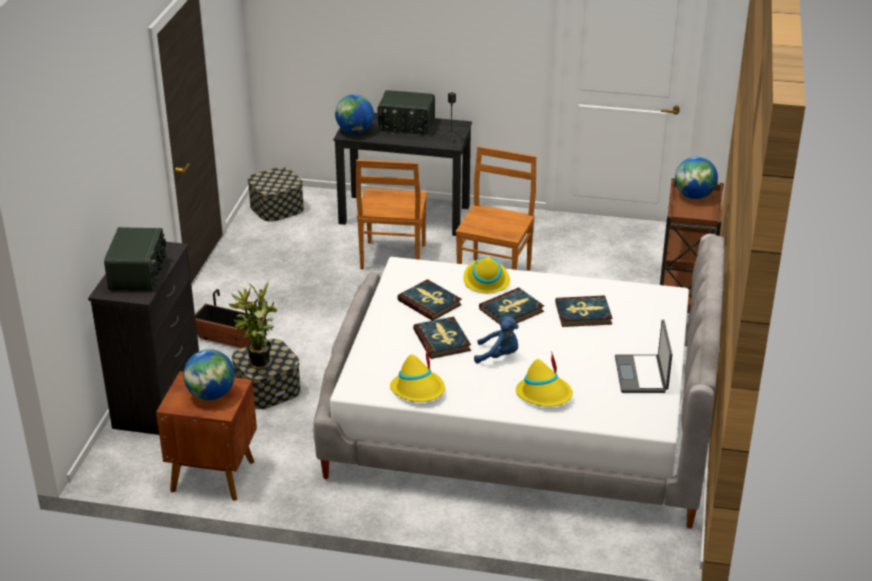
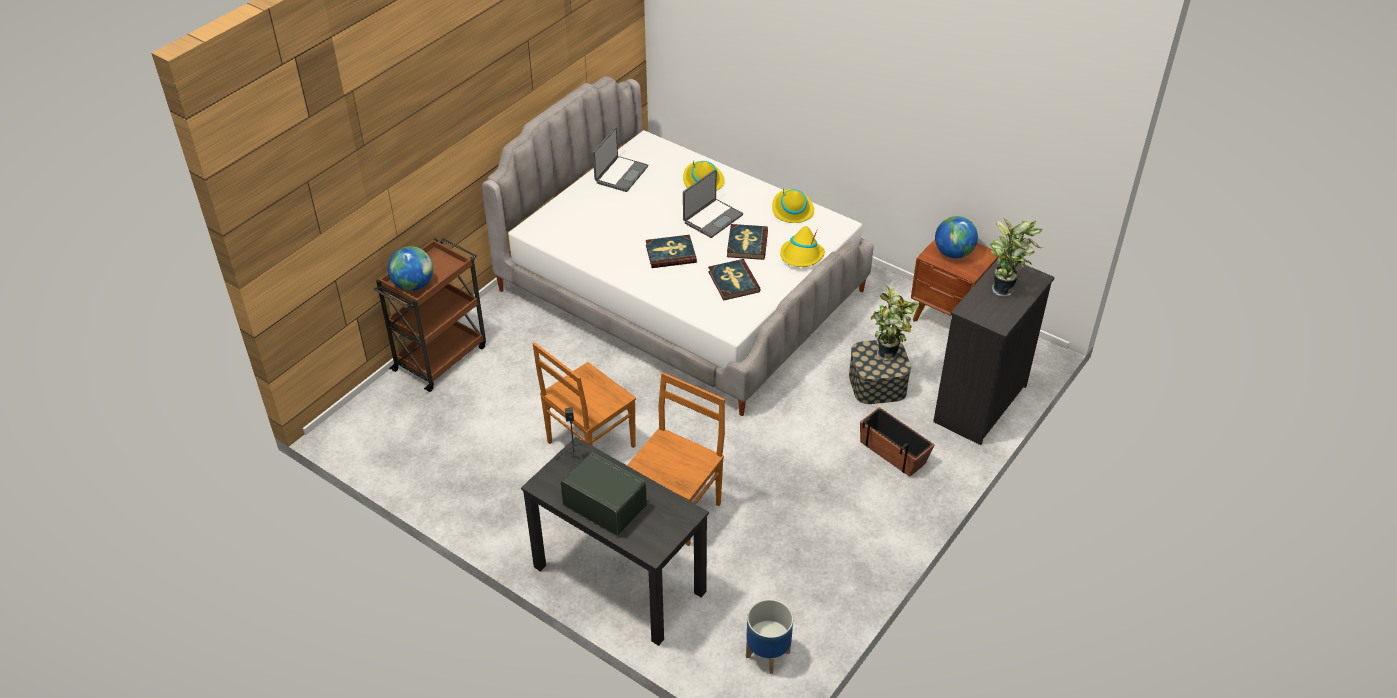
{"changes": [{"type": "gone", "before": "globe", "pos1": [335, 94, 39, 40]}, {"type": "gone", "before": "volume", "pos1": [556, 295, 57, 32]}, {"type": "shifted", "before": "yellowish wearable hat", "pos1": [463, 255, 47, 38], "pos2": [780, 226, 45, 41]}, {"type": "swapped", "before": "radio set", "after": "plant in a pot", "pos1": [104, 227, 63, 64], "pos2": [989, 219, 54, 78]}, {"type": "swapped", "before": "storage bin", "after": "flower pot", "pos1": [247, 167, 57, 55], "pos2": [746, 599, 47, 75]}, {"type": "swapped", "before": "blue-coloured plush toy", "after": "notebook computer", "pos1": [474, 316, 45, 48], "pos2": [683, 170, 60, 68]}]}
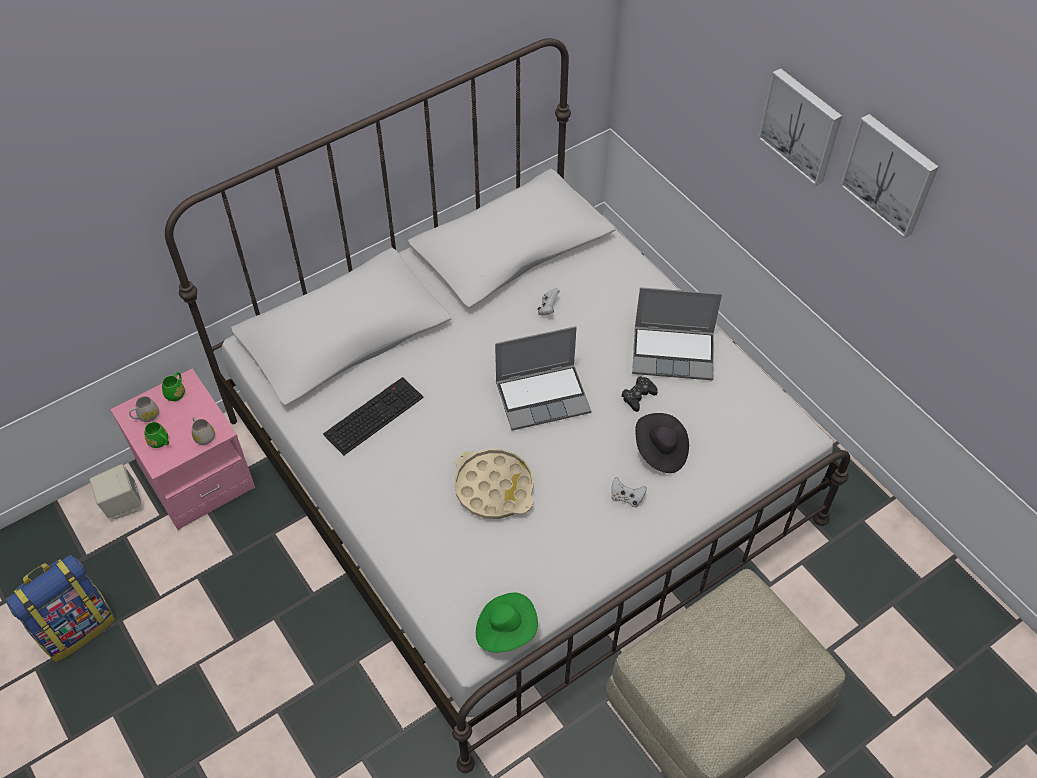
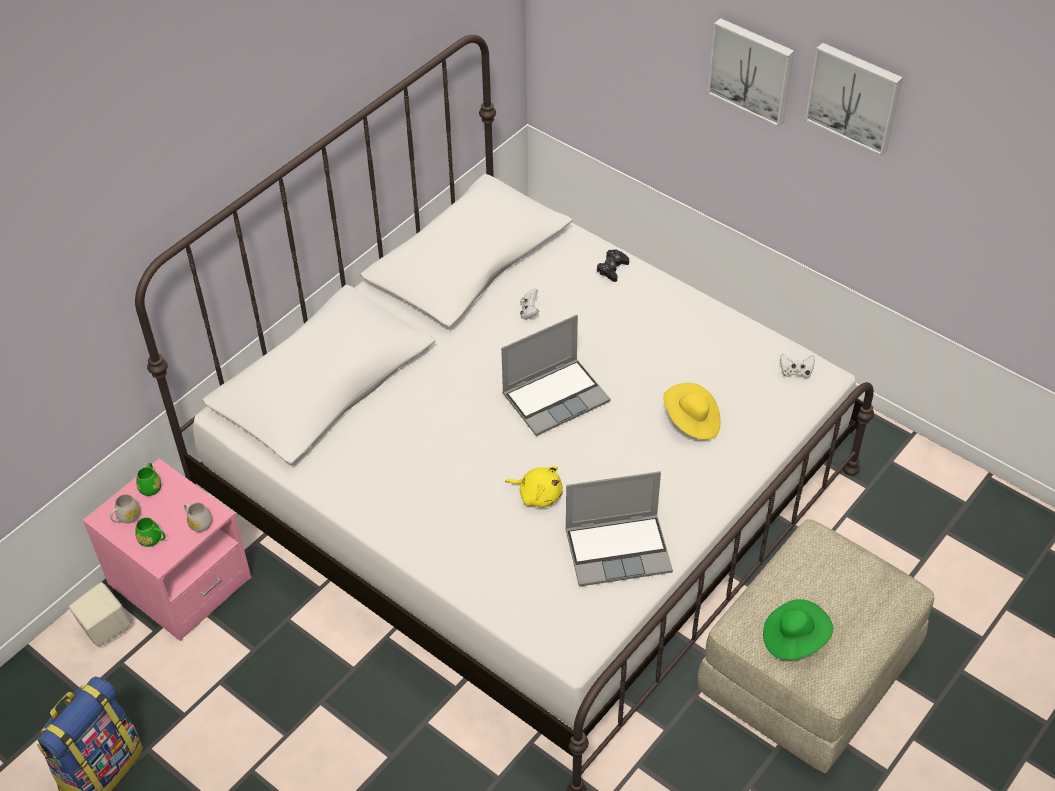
{"changes": [{"type": "gone", "before": "PC keyboard", "pos1": [323, 377, 101, 78]}, {"type": "shifted", "before": "green-coloured wearable hat", "pos1": [476, 593, 62, 60], "pos2": [763, 599, 70, 61]}, {"type": "shifted", "before": "whitish joypad", "pos1": [611, 477, 36, 30], "pos2": [780, 353, 35, 25]}, {"type": "shifted", "before": "black-coloured joypad", "pos1": [621, 376, 37, 36], "pos2": [597, 249, 32, 33]}, {"type": "shifted", "before": "notebook computer", "pos1": [632, 287, 90, 93], "pos2": [565, 471, 108, 116]}, {"type": "swapped", "before": "sand-coloured tray", "after": "yellowish plush toy", "pos1": [454, 449, 80, 70], "pos2": [505, 466, 58, 41]}, {"type": "repainted", "before": "black-coloured wearable hat", "after": "yellowish wearable hat", "pos1": [635, 413, 54, 60], "pos2": [663, 383, 58, 57]}]}
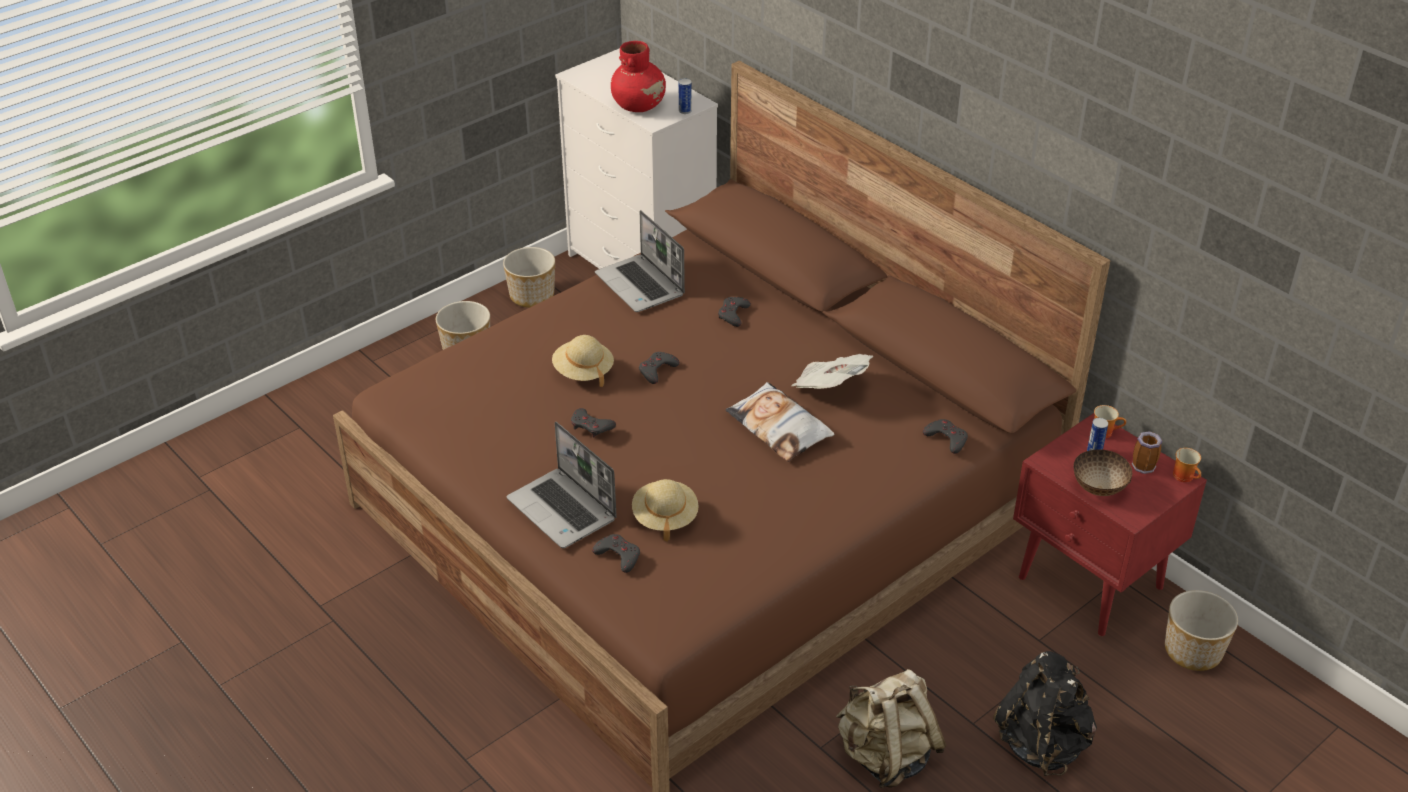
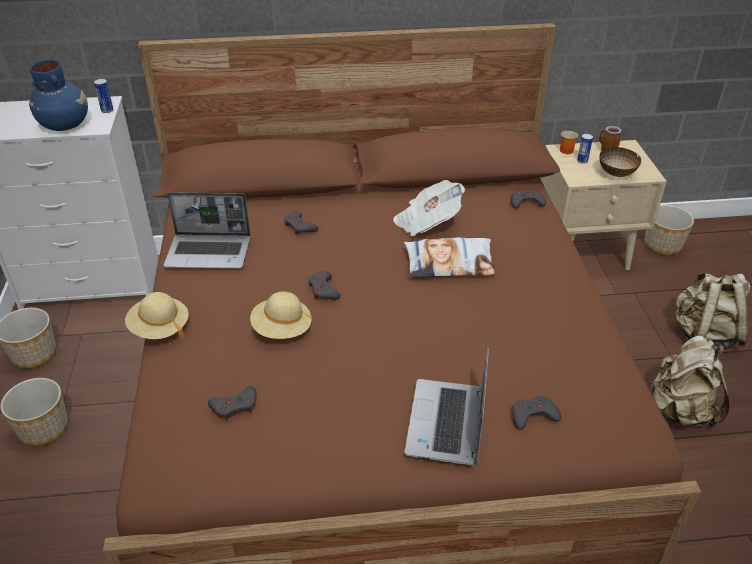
{"changes": [{"type": "gone", "before": "tea mug", "pos1": [1173, 448, 28, 34]}, {"type": "shifted", "before": "gray joypad", "pos1": [571, 408, 45, 29], "pos2": [208, 386, 49, 34]}, {"type": "shifted", "before": "sand-coloured wearable hat", "pos1": [632, 479, 67, 63], "pos2": [125, 292, 64, 48]}, {"type": "repainted", "before": "reddish decorative vase", "after": "blue-coloured decorative vase", "pos1": [611, 41, 55, 71], "pos2": [29, 60, 59, 71]}, {"type": "repainted", "before": "black-coloured backpack", "after": "sand-coloured backpack", "pos1": [993, 651, 104, 125], "pos2": [675, 272, 75, 78]}, {"type": "repainted", "before": "reddish night table", "after": "sand-coloured night table", "pos1": [1013, 413, 194, 223], "pos2": [540, 140, 127, 130]}, {"type": "rotated", "before": "notebook computer", "pos1": [507, 422, 110, 126], "pos2": [404, 343, 85, 123], "turn": 105}]}
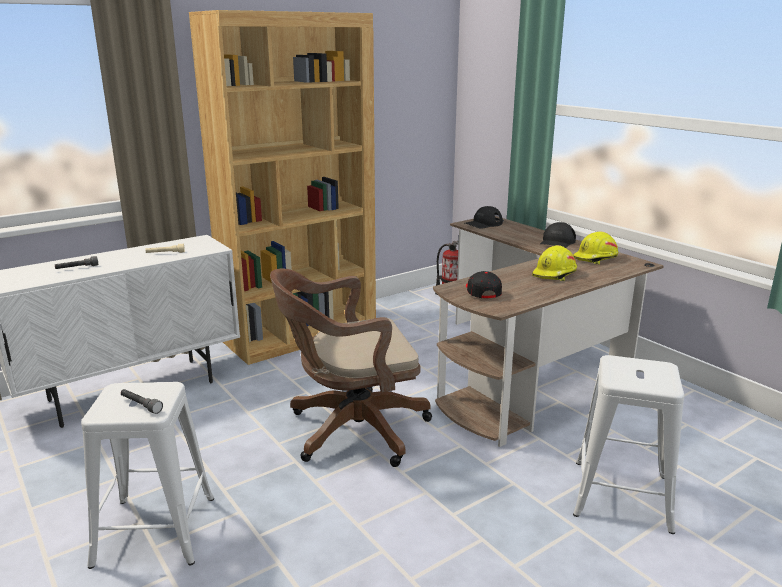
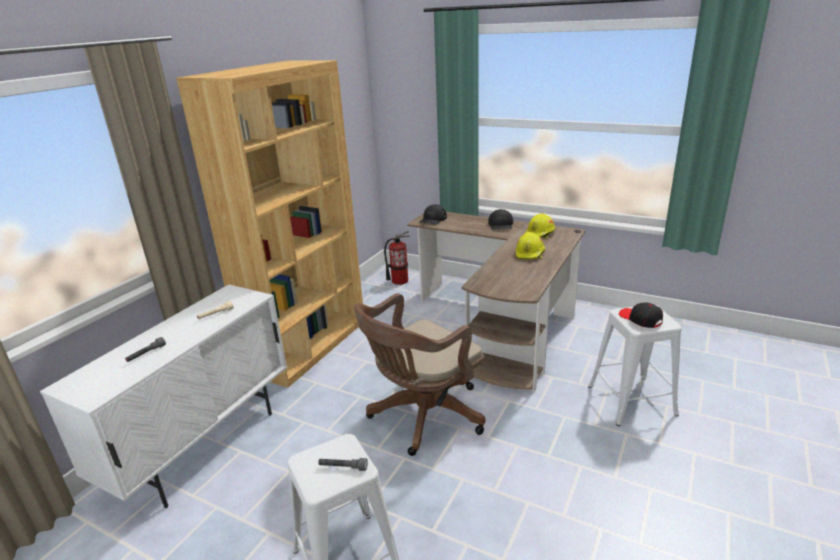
{"changes": [{"type": "shifted", "before": "black-coloured cap", "pos1": [466, 271, 36, 27], "pos2": [619, 302, 44, 26]}]}
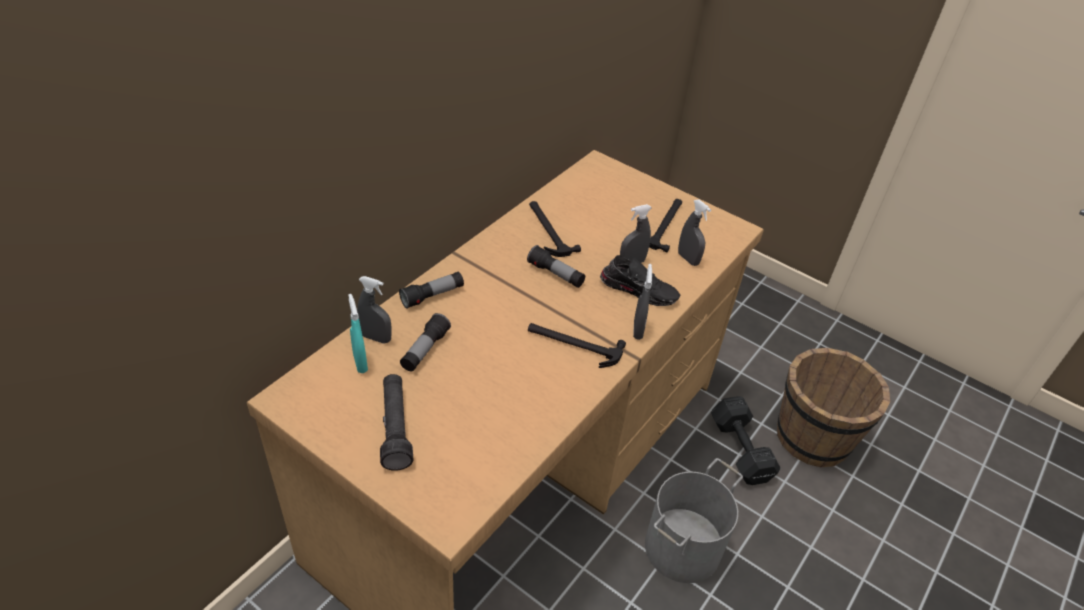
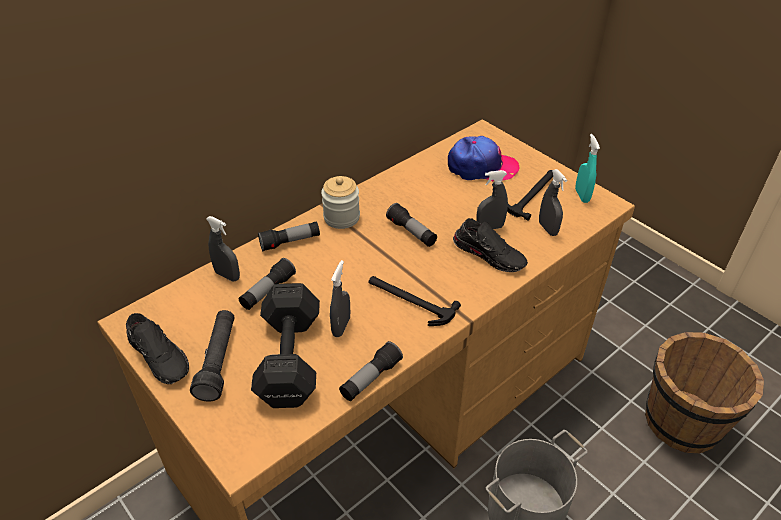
{"changes": [{"type": "gone", "before": "hammer", "pos1": [529, 201, 52, 56]}, {"type": "new", "after": "black-coloured shoe", "pos2": [126, 313, 63, 71]}, {"type": "new", "after": "preserve jar", "pos2": [321, 176, 39, 53]}, {"type": "new", "after": "hand torch", "pos2": [339, 341, 64, 60]}, {"type": "new", "after": "cap", "pos2": [448, 136, 71, 46]}, {"type": "shifted", "before": "turquoise-coloured spray bottle", "pos1": [348, 294, 20, 79], "pos2": [575, 134, 25, 69]}, {"type": "shifted", "before": "gray spray bottle", "pos1": [633, 264, 19, 76], "pos2": [330, 260, 20, 77]}, {"type": "shifted", "before": "black-coloured hand weight", "pos1": [711, 396, 70, 89], "pos2": [251, 283, 69, 125]}]}
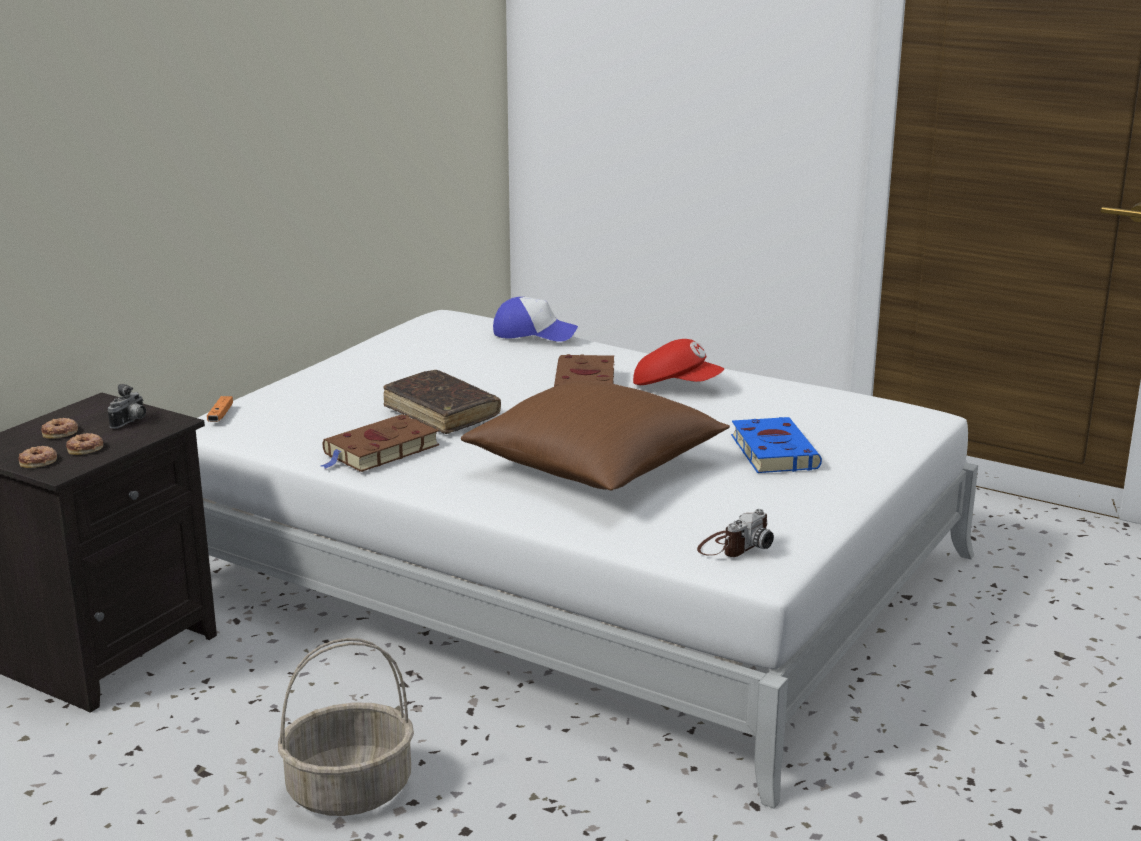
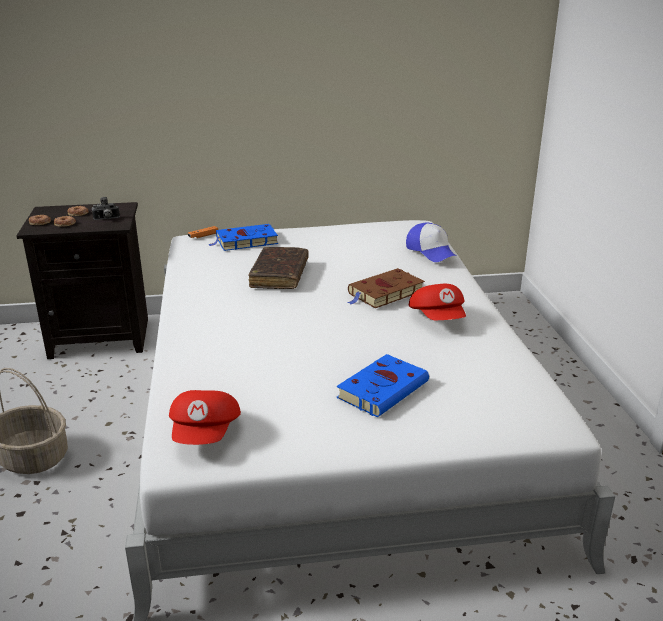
{"changes": [{"type": "gone", "before": "brownish volume", "pos1": [321, 414, 118, 58]}, {"type": "gone", "before": "brownish throw pillow", "pos1": [461, 381, 269, 109]}, {"type": "new", "after": "blue-coloured volume", "pos2": [208, 224, 70, 27]}, {"type": "swapped", "before": "still camera", "after": "reddish cap", "pos1": [697, 509, 77, 48], "pos2": [169, 390, 72, 55]}]}
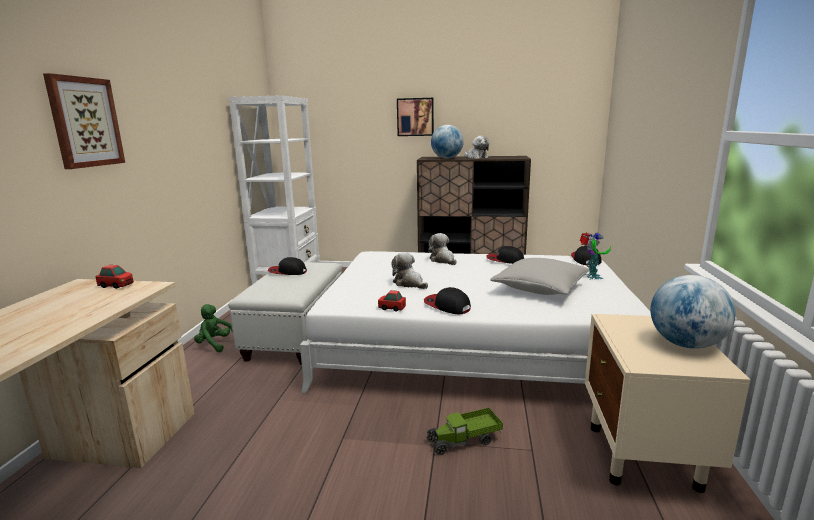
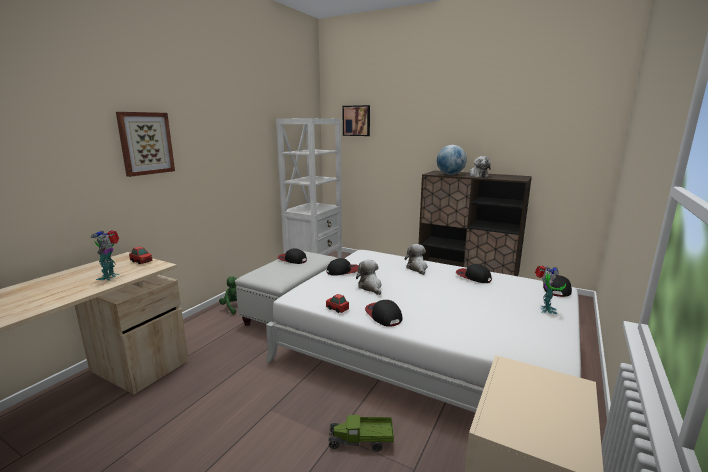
{"changes": [{"type": "gone", "before": "gray throw pillow", "pos1": [490, 258, 100, 37]}, {"type": "gone", "before": "globe", "pos1": [650, 275, 86, 74]}, {"type": "new", "after": "toy robot", "pos2": [90, 230, 29, 51]}, {"type": "new", "after": "cap", "pos2": [327, 258, 31, 18]}, {"type": "shifted", "before": "picture", "pos1": [397, 98, 37, 38], "pos2": [343, 105, 27, 31]}]}
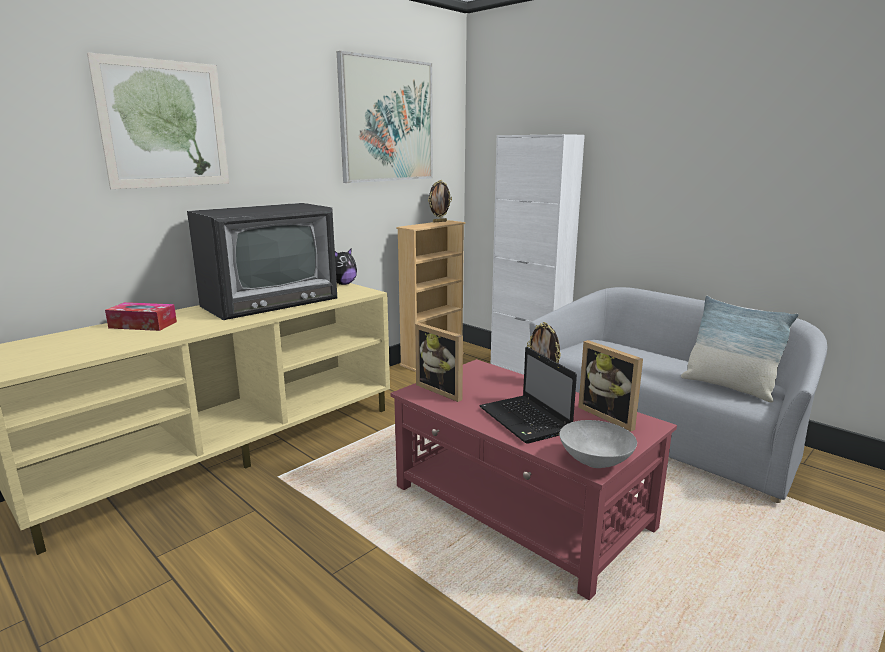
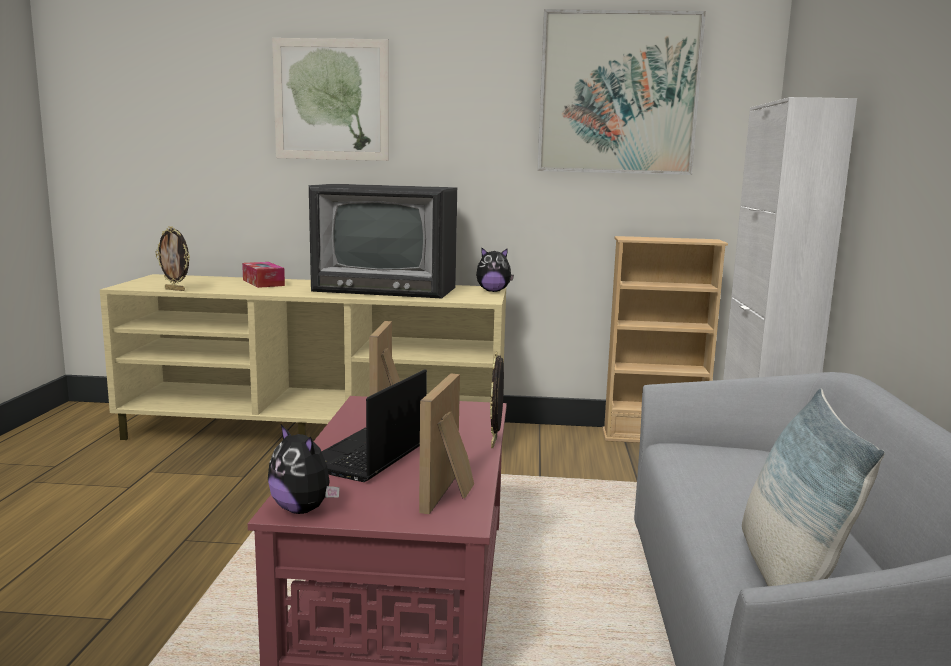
{"changes": [{"type": "shifted", "before": "picture frame", "pos1": [428, 180, 24, 42], "pos2": [155, 226, 35, 65]}, {"type": "swapped", "before": "gray bowl", "after": "plush toy", "pos1": [559, 420, 78, 48], "pos2": [268, 424, 72, 90]}]}
